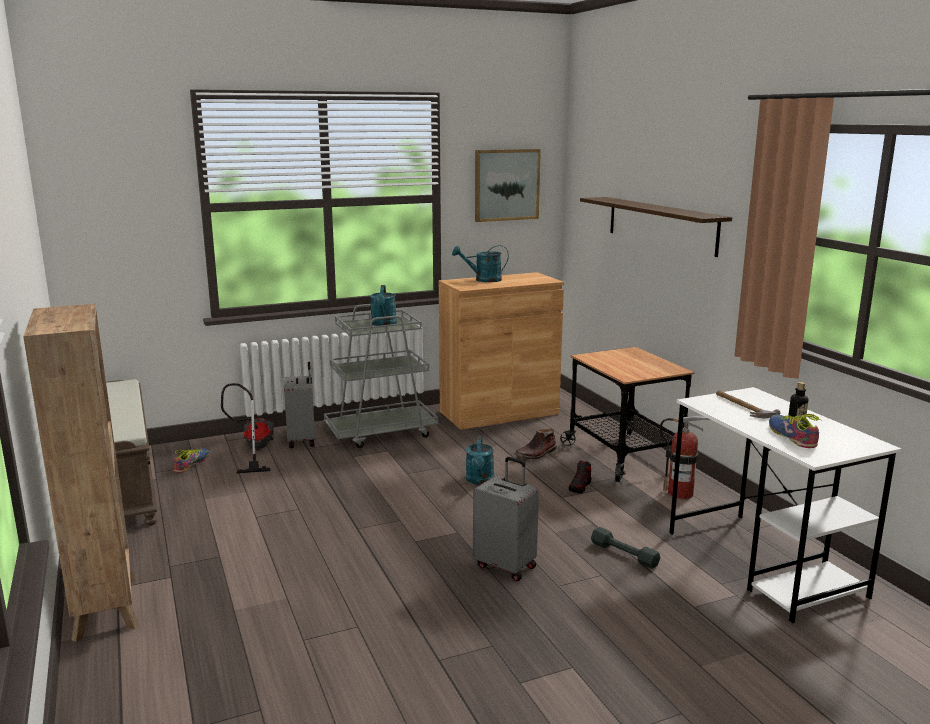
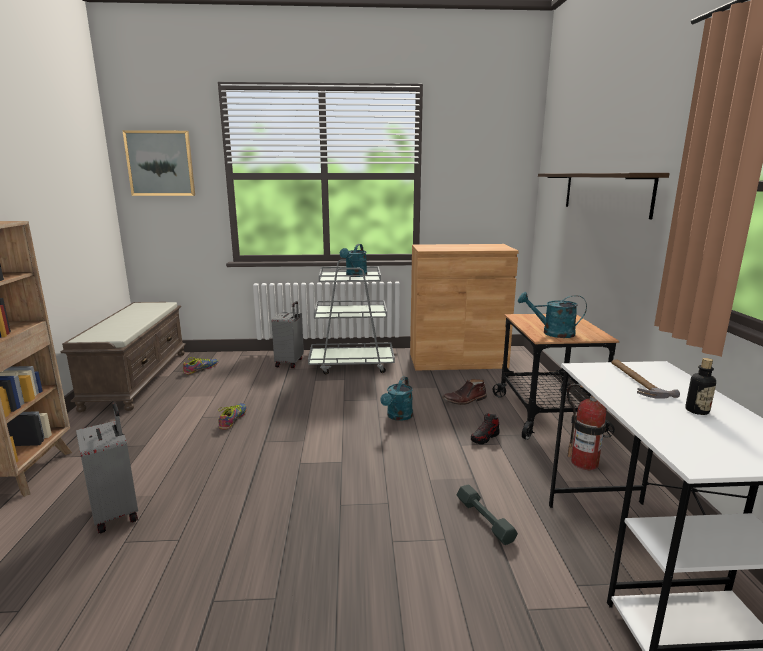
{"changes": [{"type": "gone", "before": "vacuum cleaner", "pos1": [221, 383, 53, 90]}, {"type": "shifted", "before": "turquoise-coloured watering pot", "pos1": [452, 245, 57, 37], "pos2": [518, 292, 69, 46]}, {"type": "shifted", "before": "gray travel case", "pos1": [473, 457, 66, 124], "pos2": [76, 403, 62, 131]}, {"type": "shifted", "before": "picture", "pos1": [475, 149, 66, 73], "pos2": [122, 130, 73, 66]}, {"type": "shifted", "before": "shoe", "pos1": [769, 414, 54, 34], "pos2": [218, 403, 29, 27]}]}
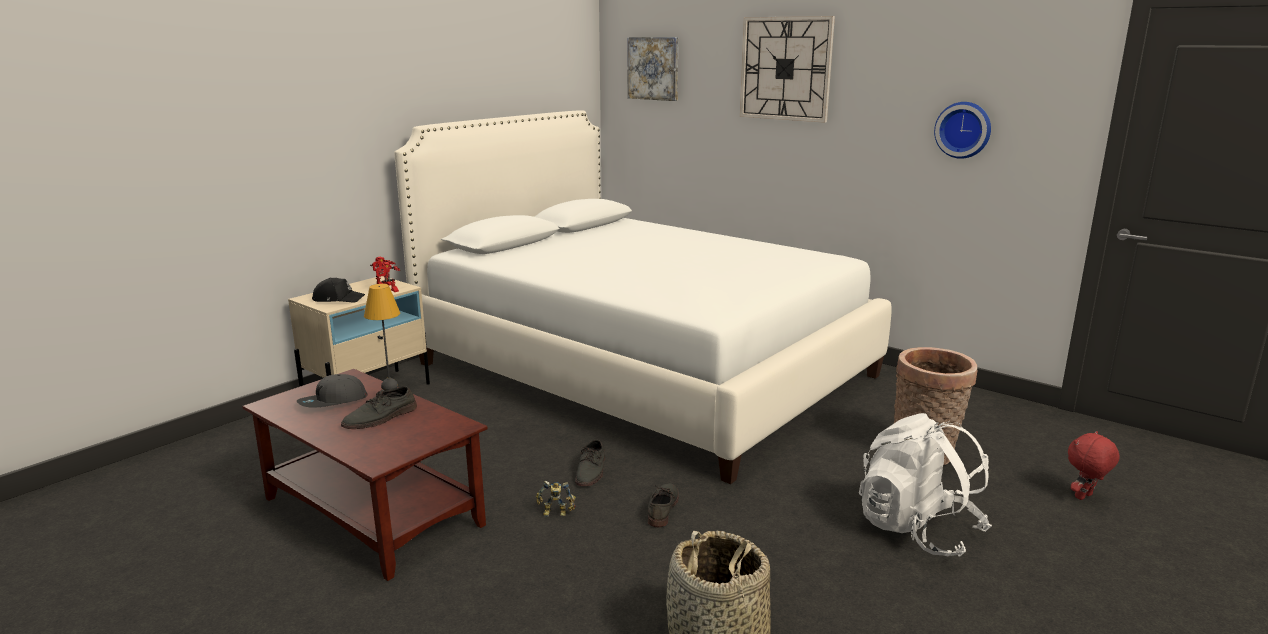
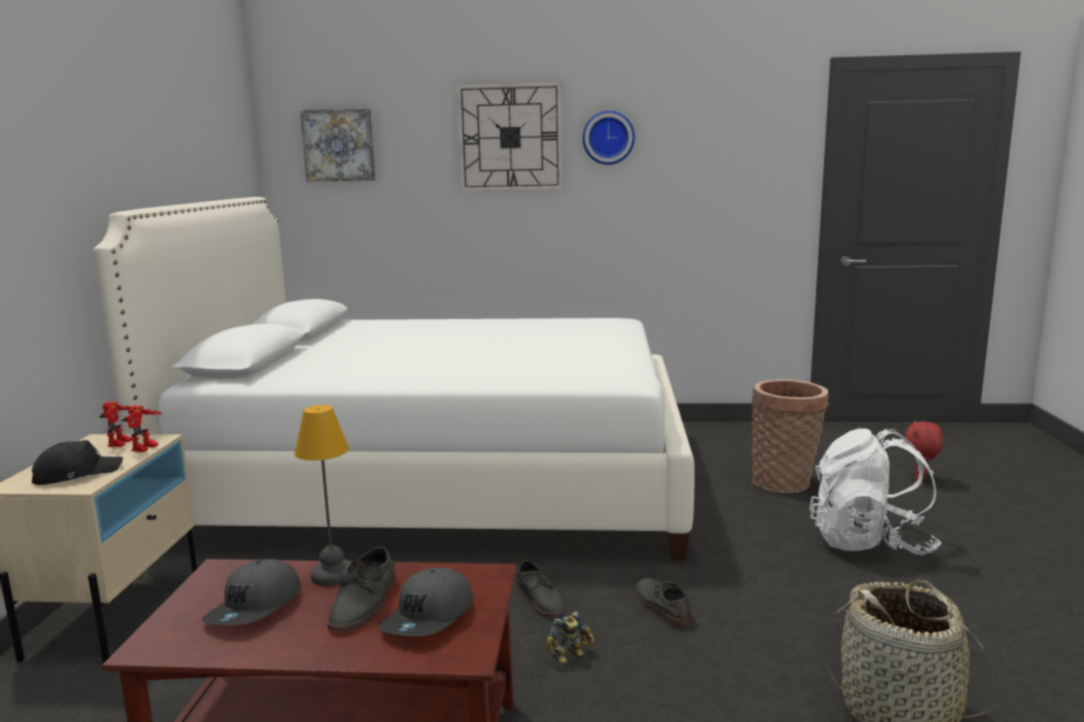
{"changes": [{"type": "new", "after": "gray cap", "pos2": [379, 568, 94, 68]}, {"type": "shifted", "before": "hanging clock", "pos1": [934, 102, 57, 57], "pos2": [583, 111, 52, 54]}]}
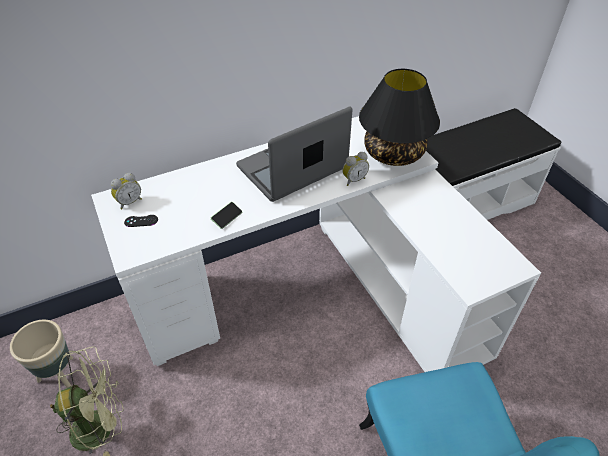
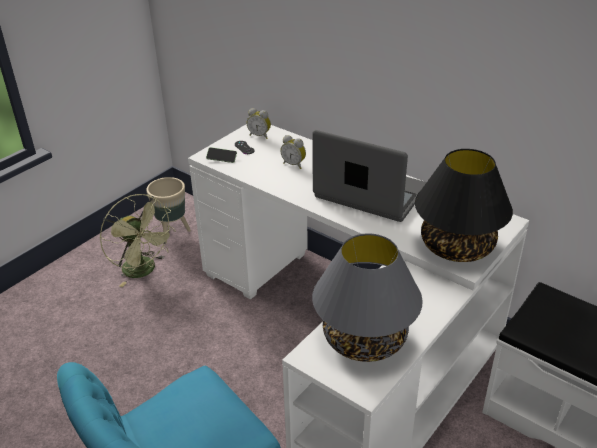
{"changes": [{"type": "new", "after": "gray lamp for a table", "pos2": [312, 233, 111, 129]}, {"type": "shifted", "before": "handset", "pos1": [211, 202, 31, 27], "pos2": [206, 147, 31, 16]}, {"type": "shifted", "before": "alarm clock", "pos1": [343, 152, 26, 34], "pos2": [280, 135, 26, 34]}]}
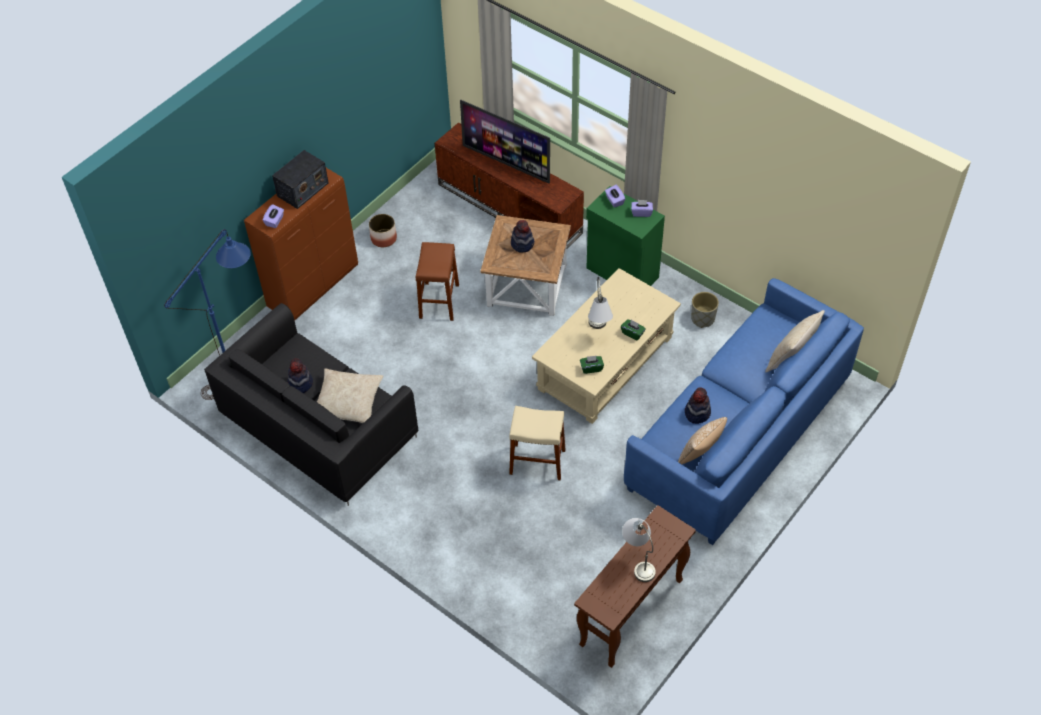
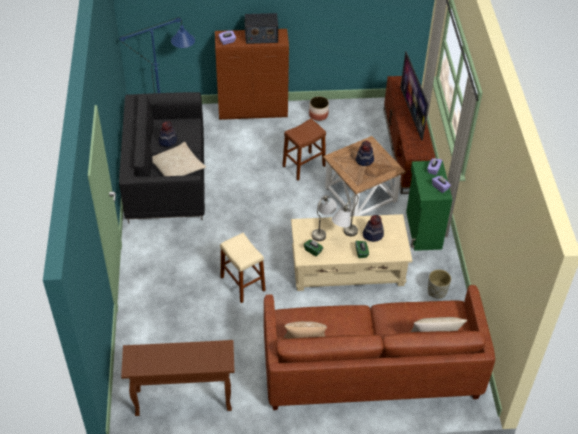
{"changes": [{"type": "shifted", "before": "gray lamp for a table", "pos1": [622, 518, 34, 64], "pos2": [312, 195, 25, 46]}, {"type": "shifted", "before": "wearable hat", "pos1": [685, 388, 26, 36], "pos2": [363, 215, 21, 27]}, {"type": "repainted", "before": "blue-coloured settee", "after": "brownish settee", "pos1": [624, 278, 240, 267], "pos2": [264, 285, 231, 125]}]}
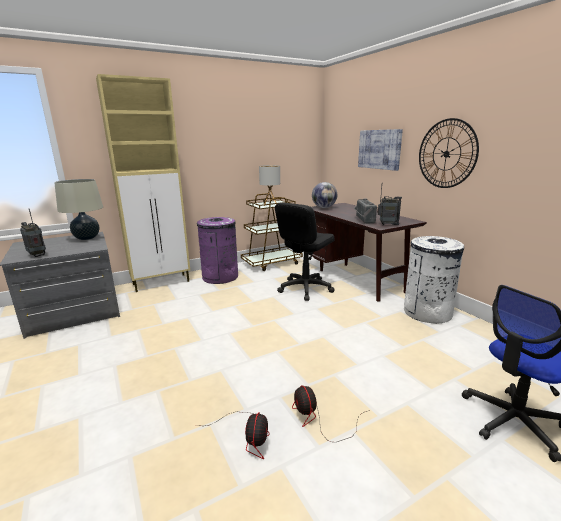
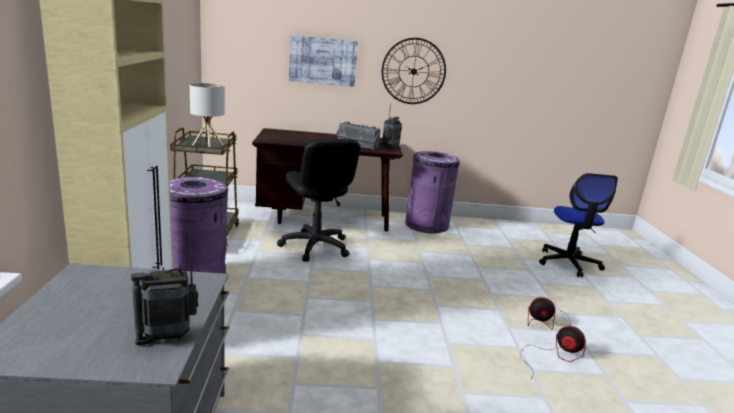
{"changes": [{"type": "gone", "before": "sand-coloured lamp for a table", "pos1": [54, 179, 49, 61]}, {"type": "gone", "before": "globe", "pos1": [312, 182, 25, 26]}, {"type": "repainted", "before": "whitish trash can", "after": "purple trash can", "pos1": [404, 236, 60, 87], "pos2": [405, 151, 55, 82]}]}
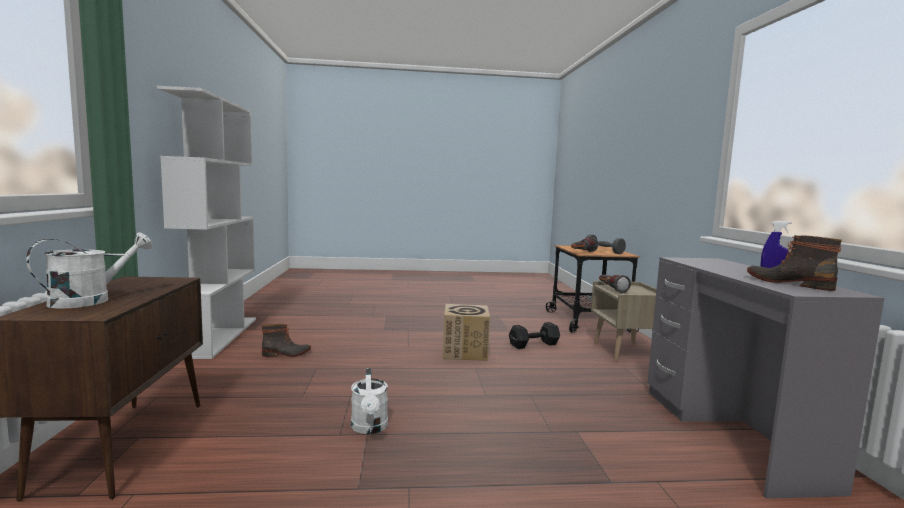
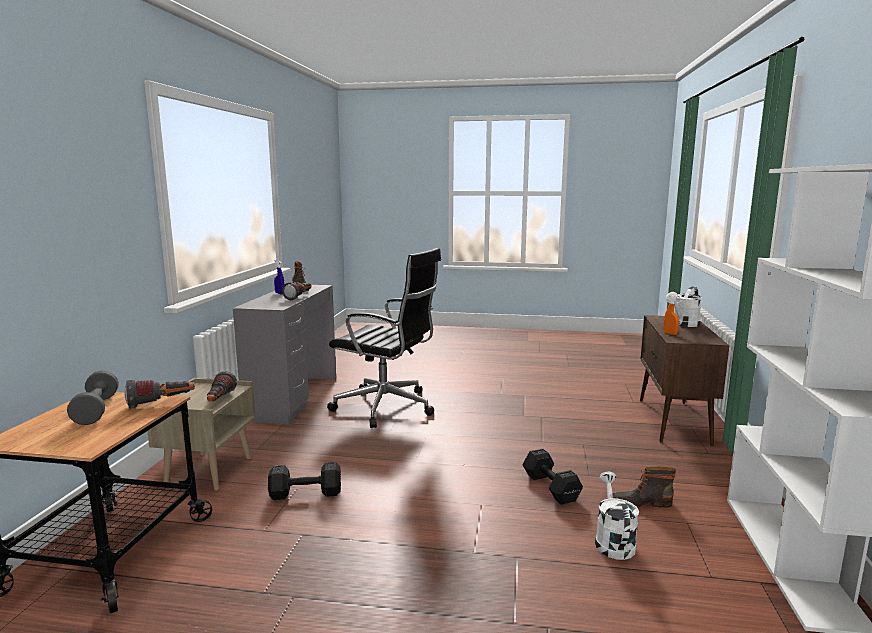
{"changes": [{"type": "gone", "before": "carton", "pos1": [443, 304, 47, 57]}, {"type": "new", "after": "hand torch", "pos2": [282, 282, 30, 18]}, {"type": "new", "after": "black-coloured computer chair", "pos2": [327, 248, 114, 180]}, {"type": "new", "after": "black-coloured hand weight", "pos2": [522, 449, 61, 56]}, {"type": "new", "after": "orangey spray bottle", "pos2": [664, 296, 16, 39]}, {"type": "shifted", "before": "whitish watering pot", "pos1": [351, 368, 37, 66], "pos2": [595, 472, 44, 88]}]}
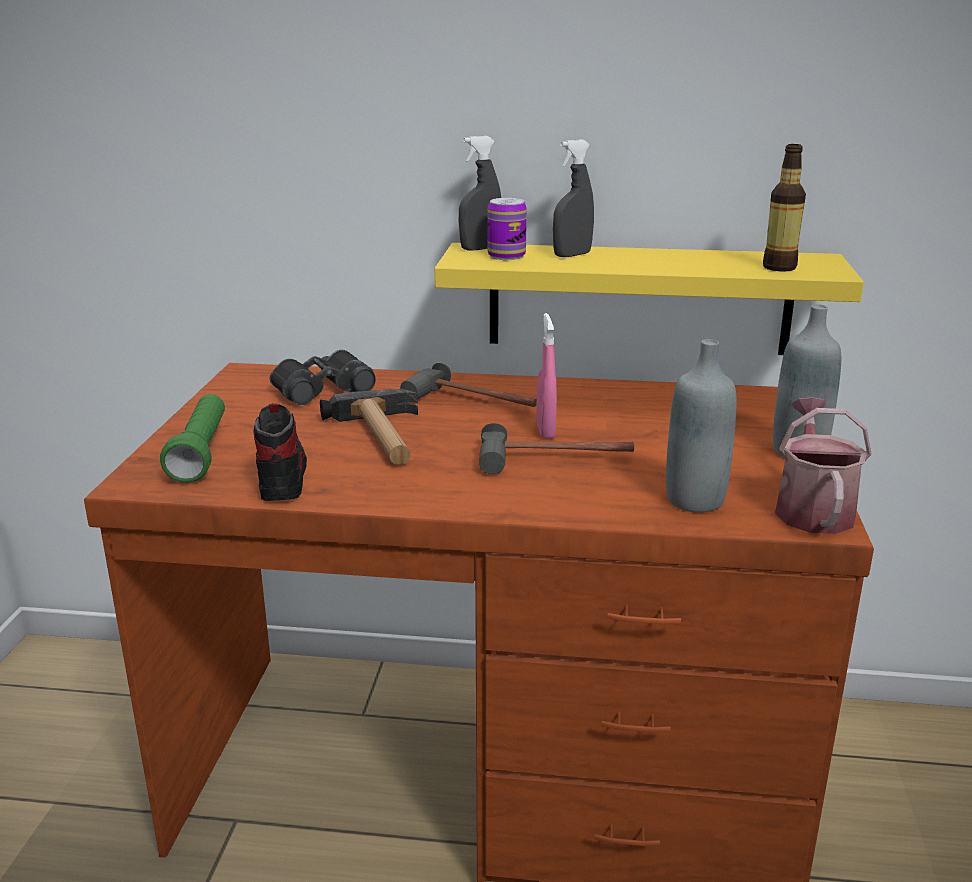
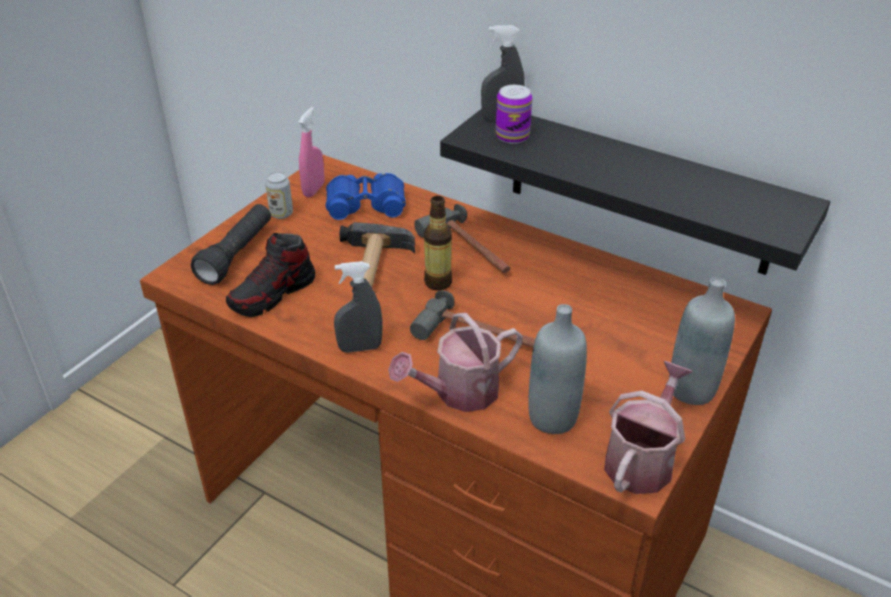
{"changes": [{"type": "new", "after": "can", "pos2": [265, 172, 28, 47]}, {"type": "new", "after": "watering pot", "pos2": [388, 313, 135, 99]}, {"type": "shifted", "before": "pink spray bottle", "pos1": [536, 313, 21, 126], "pos2": [298, 107, 26, 90]}, {"type": "shifted", "before": "gray spray bottle", "pos1": [553, 139, 41, 118], "pos2": [334, 261, 49, 92]}, {"type": "shifted", "before": "drink bottle", "pos1": [763, 144, 43, 128], "pos2": [424, 196, 28, 94]}, {"type": "repainted", "before": "green-coloured hand torch", "after": "black-coloured hand torch", "pos1": [160, 394, 65, 89], "pos2": [191, 204, 80, 81]}, {"type": "repainted", "before": "black-coloured pair of binoculars", "after": "blue-coloured pair of binoculars", "pos1": [270, 350, 106, 55], "pos2": [326, 173, 80, 47]}, {"type": "repainted", "before": "yellowish bracket shelf", "after": "black-coloured bracket shelf", "pos1": [434, 243, 430, 112], "pos2": [440, 109, 390, 166]}, {"type": "rotated", "before": "shoe", "pos1": [253, 403, 54, 98], "pos2": [226, 233, 89, 84], "turn": -150}]}
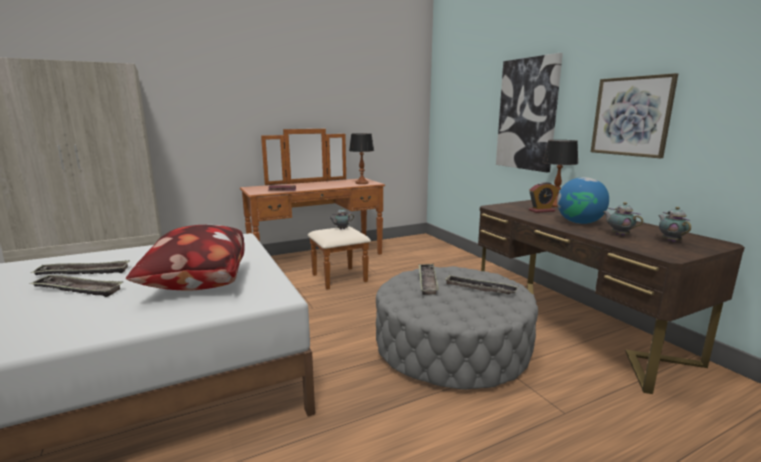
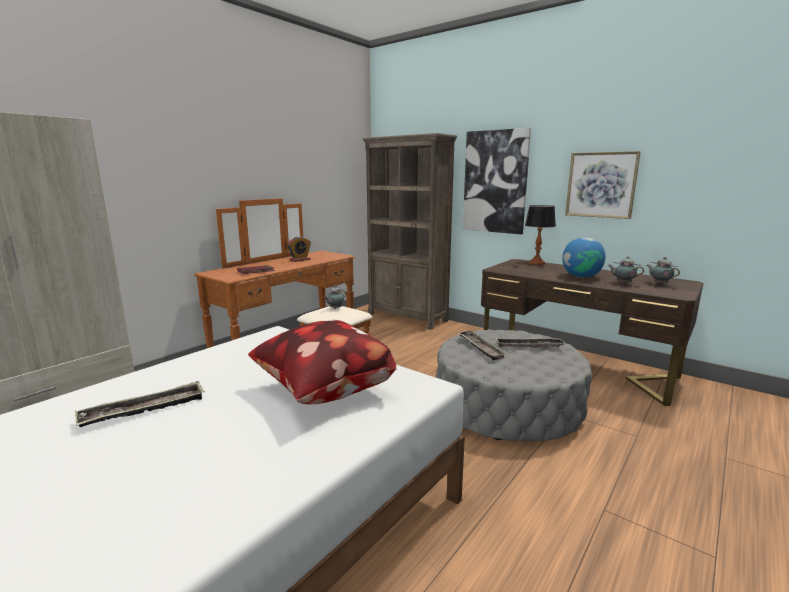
{"changes": [{"type": "gone", "before": "tray", "pos1": [30, 274, 93, 23]}, {"type": "gone", "before": "lamp for a table", "pos1": [349, 133, 25, 51]}, {"type": "new", "after": "brownish bookshelf", "pos2": [362, 133, 95, 197]}, {"type": "shifted", "before": "alarm clock", "pos1": [529, 182, 30, 31], "pos2": [287, 236, 24, 26]}]}
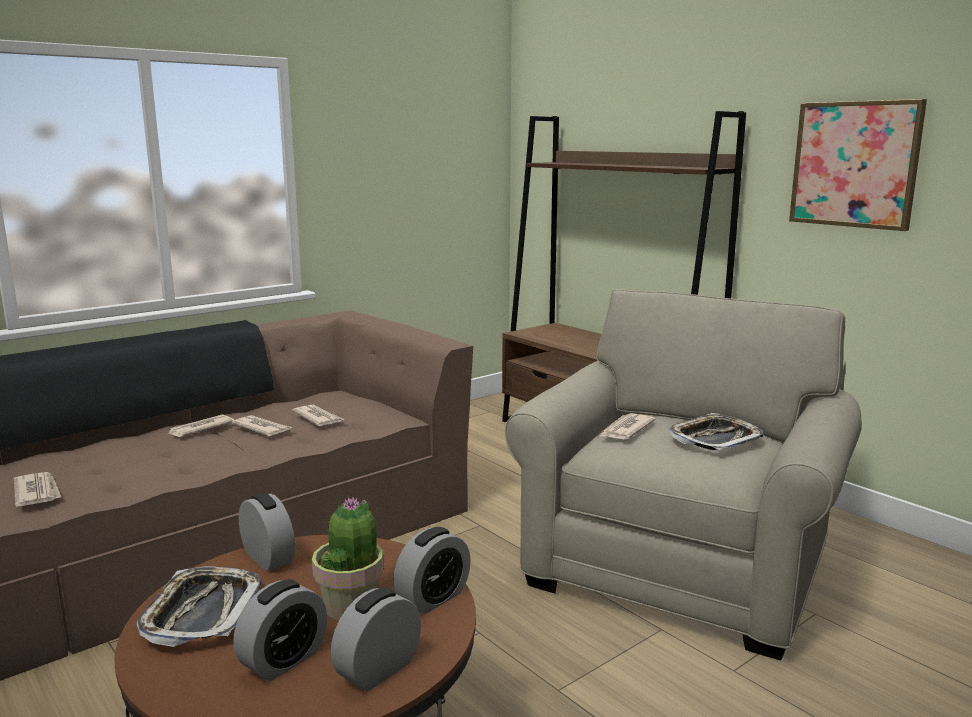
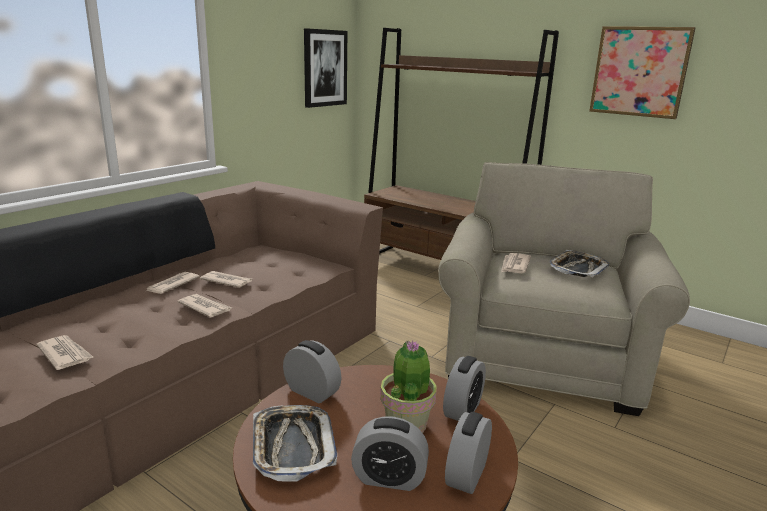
{"changes": [{"type": "new", "after": "picture", "pos2": [304, 28, 43, 80]}, {"type": "shifted", "before": "printed paper", "pos1": [292, 404, 52, 22], "pos2": [177, 294, 55, 24]}, {"type": "rotated", "before": "alarm clock", "pos1": [233, 579, 94, 102], "pos2": [351, 417, 78, 74], "turn": 75}]}
